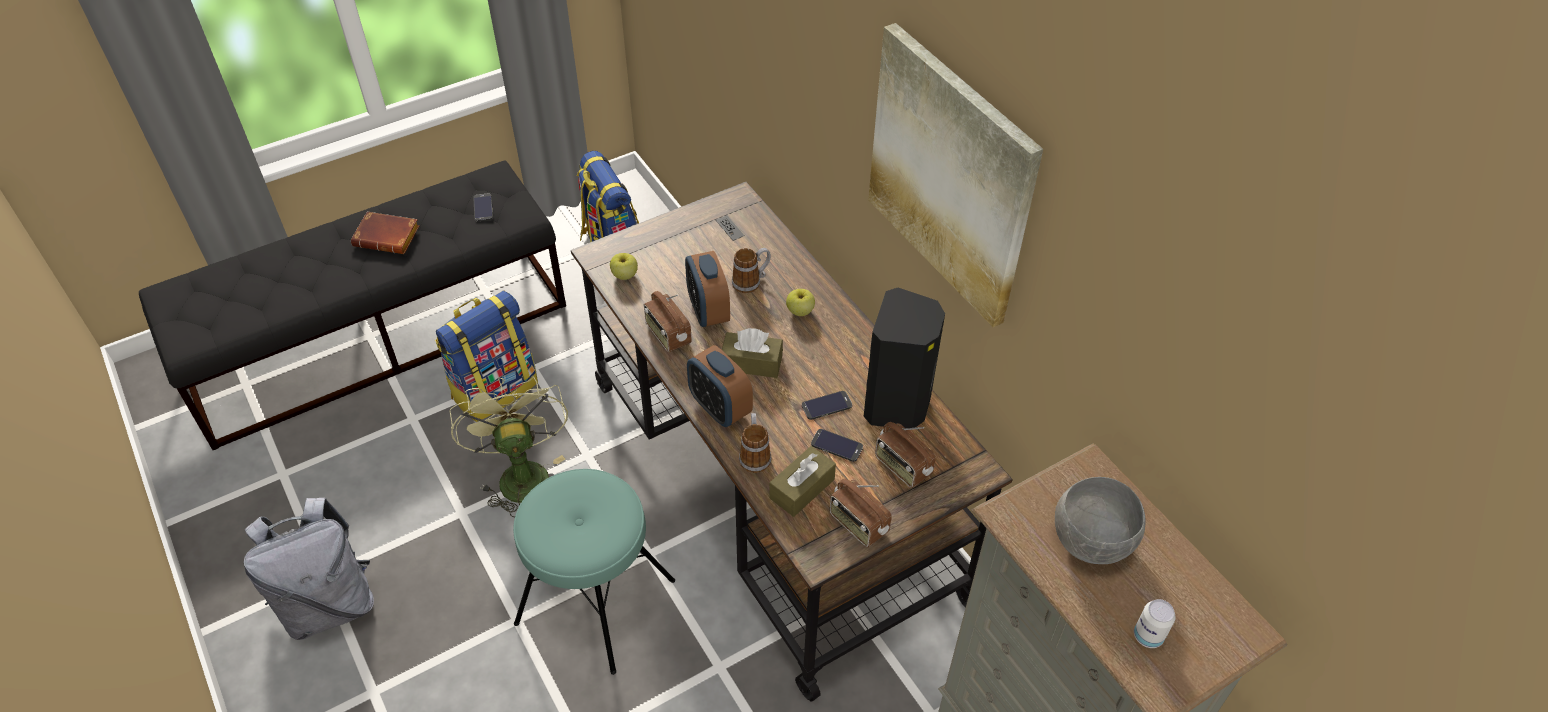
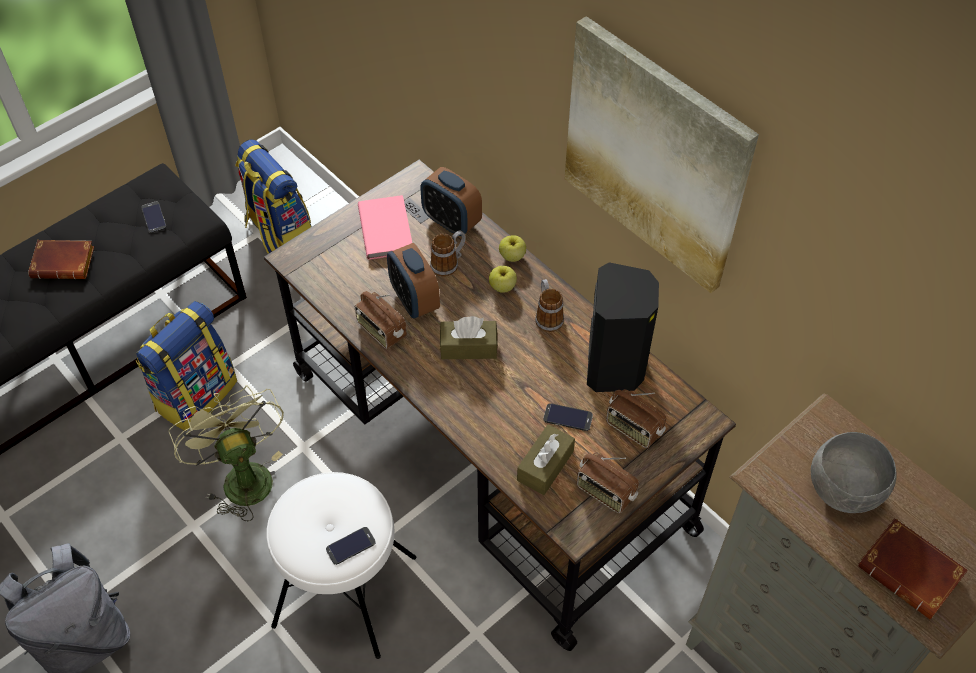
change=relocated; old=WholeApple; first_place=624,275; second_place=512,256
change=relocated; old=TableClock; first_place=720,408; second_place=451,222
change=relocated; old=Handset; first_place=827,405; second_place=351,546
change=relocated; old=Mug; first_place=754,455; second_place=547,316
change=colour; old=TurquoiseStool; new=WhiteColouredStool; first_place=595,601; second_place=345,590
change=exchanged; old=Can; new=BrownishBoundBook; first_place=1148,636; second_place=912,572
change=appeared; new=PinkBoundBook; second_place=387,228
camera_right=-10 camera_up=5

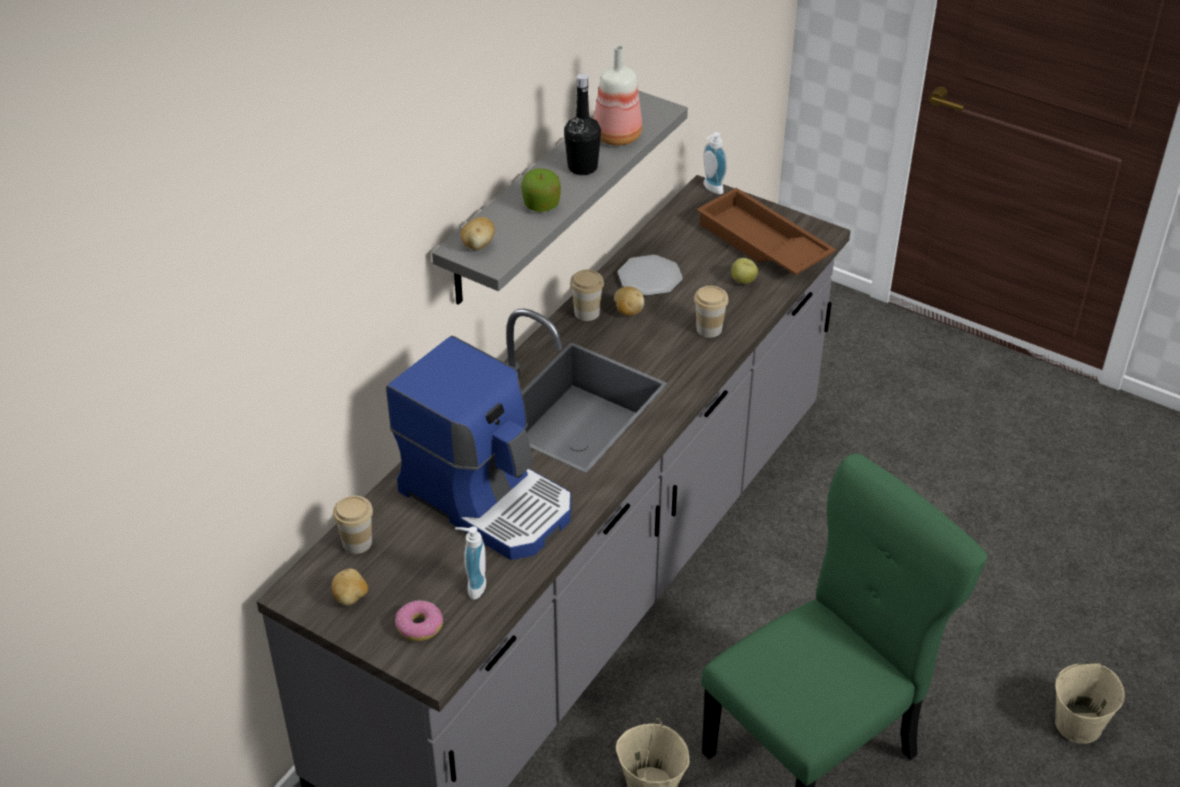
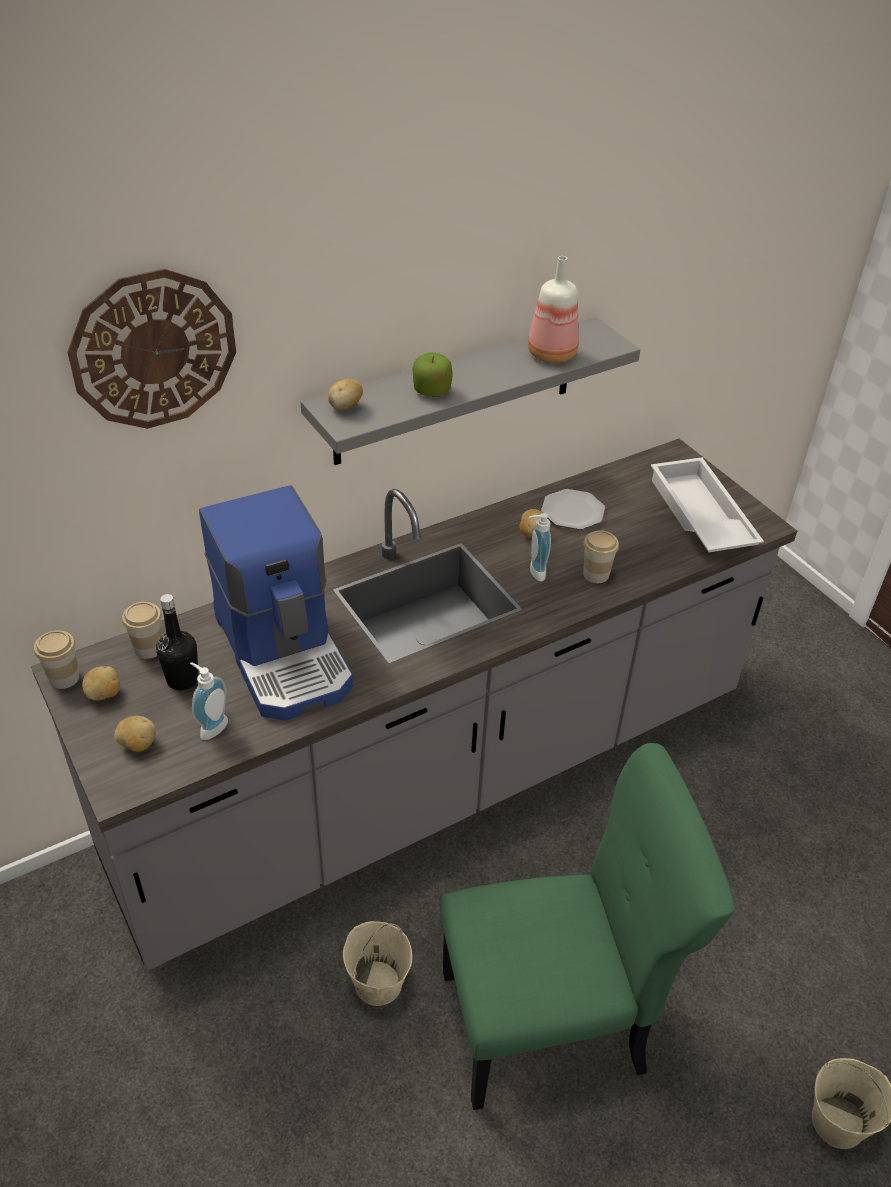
change=relocated; old=BlackishBottle; first_place=582,167; second_place=182,679
change=relocated; old=SoapBottle; first_place=710,189; second_place=534,572
change=colour; old=BrownishTray; new=WhiteColouredTray; first_place=761,244; second_place=698,515
change=missing; old=WholeApple; first_place=743,281
change=relocated; old=SmallCup; first_place=587,312; second_place=64,678
change=exchanged; old=Donut; new=Spud; first_place=419,626; second_place=137,744
change=appeared; new=WallClock; second_place=154,350
camera_right=25 camera_up=0

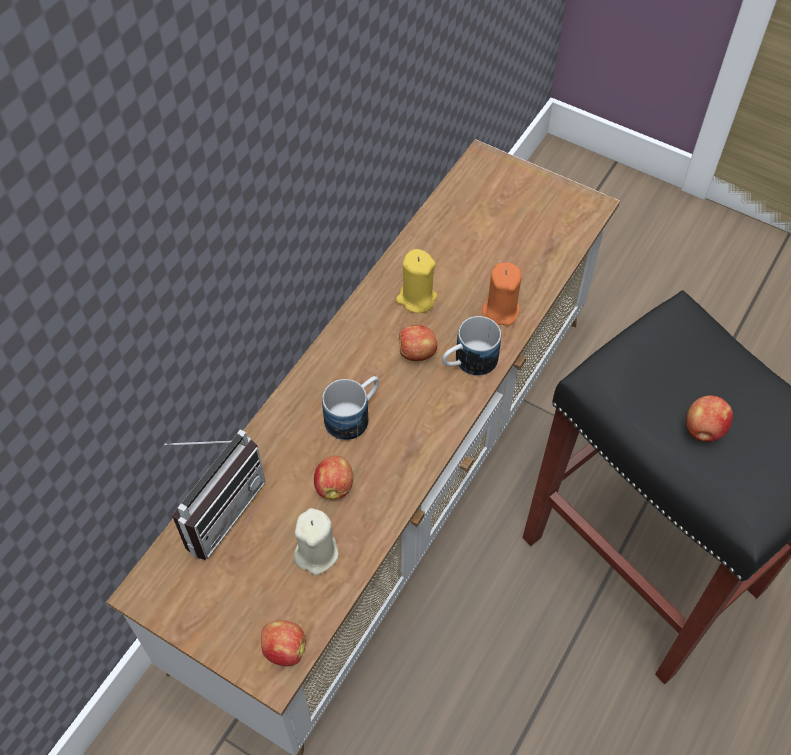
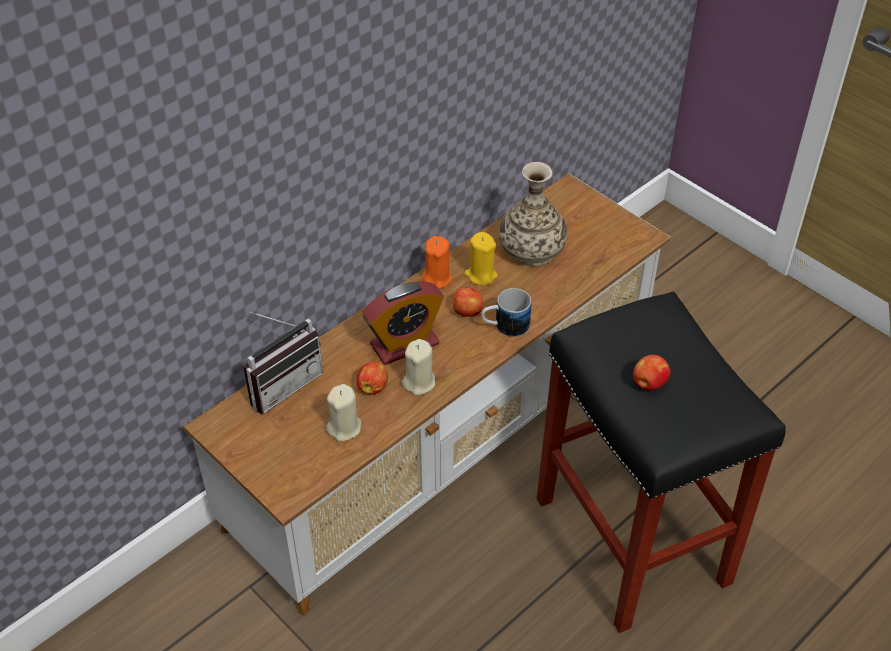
change=relocated; old=OrangeWaxCandle; first_place=500,311; second_place=436,278
change=exchanged; old=Mug; new=TableClock; first_place=354,415; second_place=404,344
change=missing; old=WholeApple; first_place=284,649
change=appeared; new=FlowerVase; second_place=532,250
change=appeared; new=BeigeWaxCandle; second_place=419,382
camera_right=15 camera_up=-10

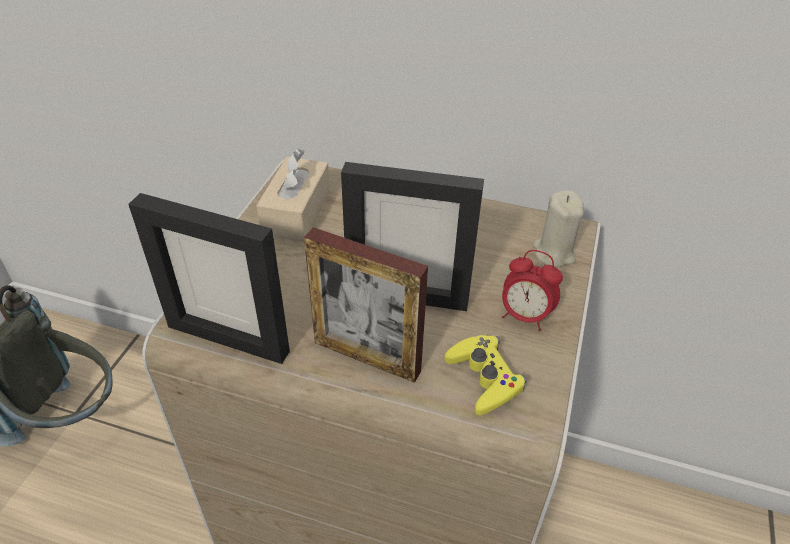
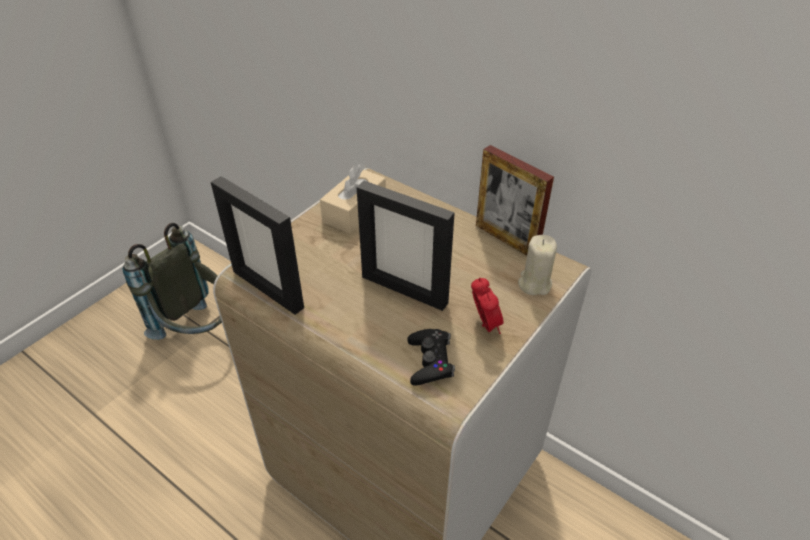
change=relocated; old=StandingFrame; first_place=367,357; second_place=506,239
change=spun; old=TableClock; first_place=524,316; second_place=484,325; degrees=-150
change=colour; old=YellowJoypad; new=BlackishJoypad; first_place=484,378; second_place=430,361
camera_right=20 camera_up=0

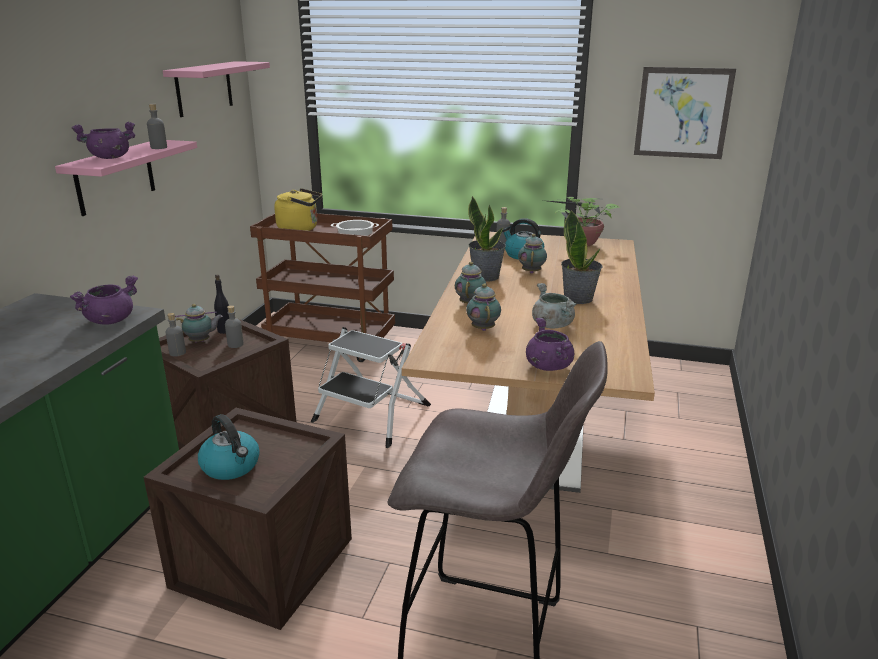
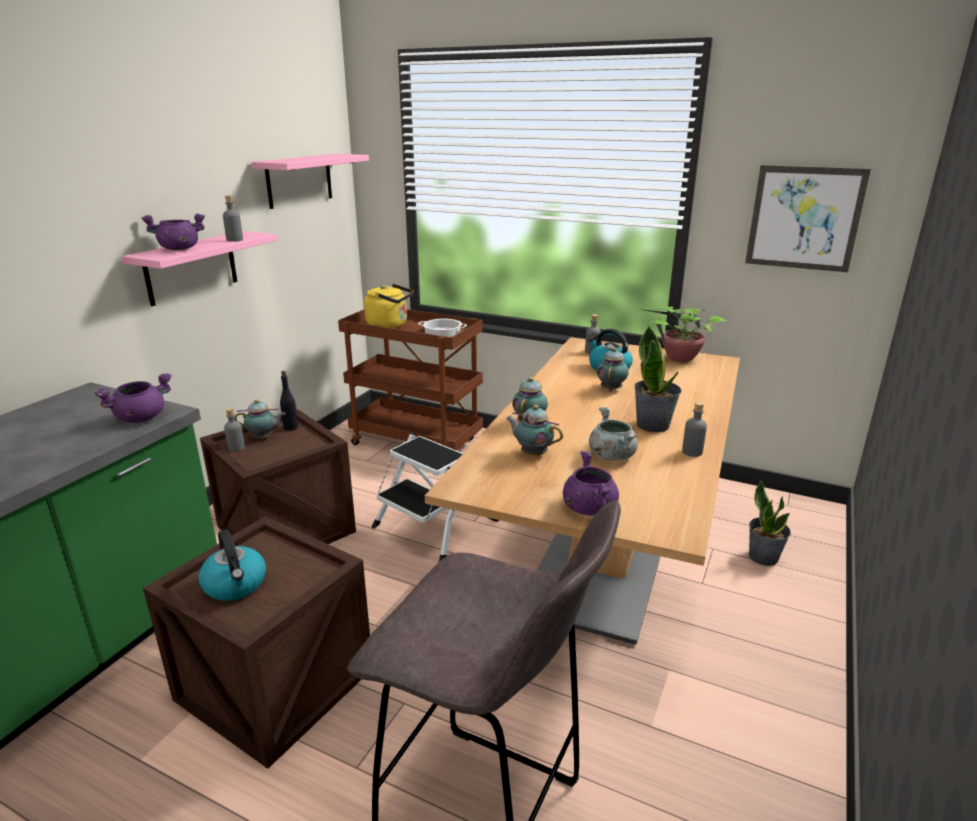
change=relocated; old=Houseplant; first_place=486,276; second_place=763,557
change=spun; old=Teapot; first_place=483,328; second_place=532,453; degrees=-60
change=relocated; old=GrayBottle; first_place=235,344; second_place=692,452
camera_right=10 camera_up=0

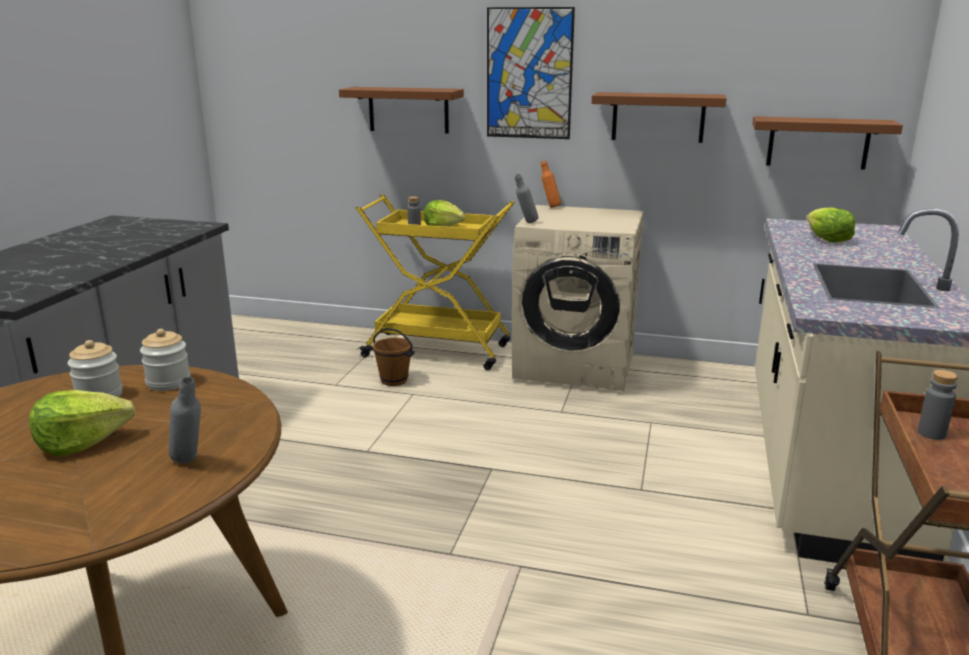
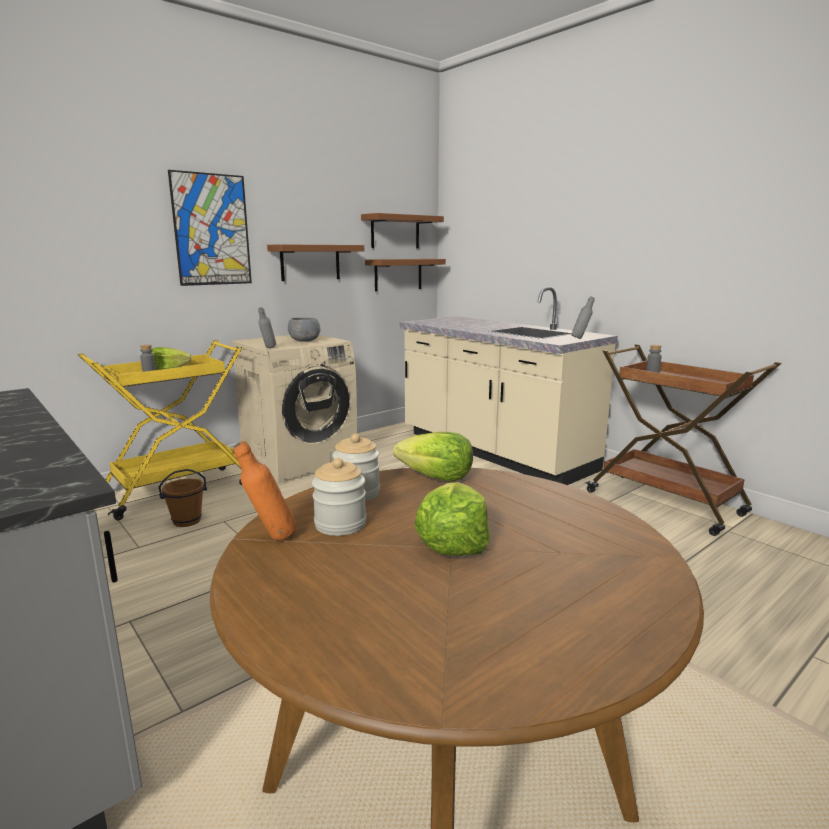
change=relocated; old=BrownishWallShelf; first_place=408,110; second_place=395,232
change=relocated; old=OrangeBottle; first_place=550,207; second_place=270,539
change=relocated; old=Lettuce; first_place=827,239; second_place=436,477
change=relocated; old=GrayBottle; first_place=190,463; second_place=581,338
change=appeared; new=GrayDeepDish; second_place=305,341
camera_right=-55 camera_up=-5

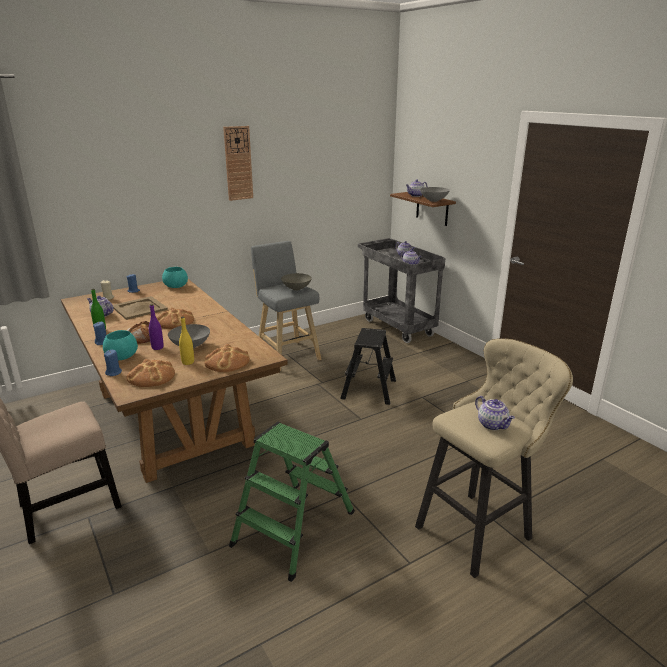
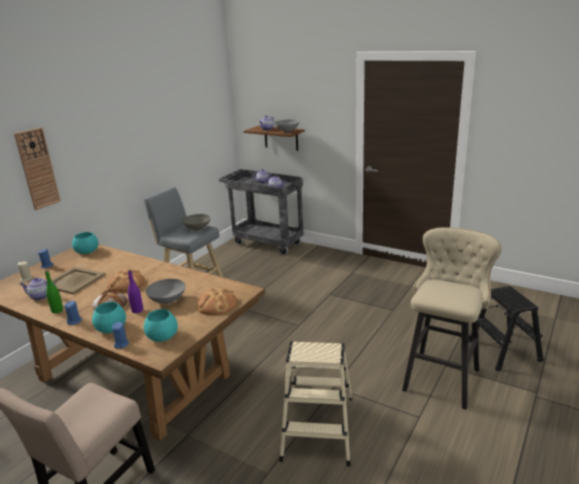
change=relocated; old=WallClock; first_place=238,163; second_place=37,168
change=missing; old=YellowBottle; first_place=188,362
change=relocated; old=BlackishStepladder; first_place=369,389; second_place=504,350
change=exchanged; old=BakedBread; new=TurquoiseDeepDish; first_place=151,376; second_place=162,336
change=missing; old=Teapot; first_place=493,425
change=colour; old=GreenStepladder; new=BeigeStepladder; first_place=294,528; second_place=318,426
camera_right=-25 camera_up=0

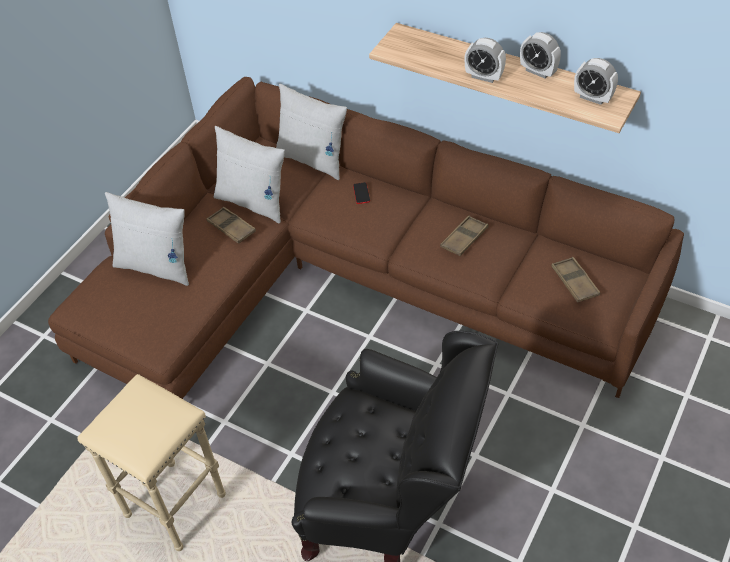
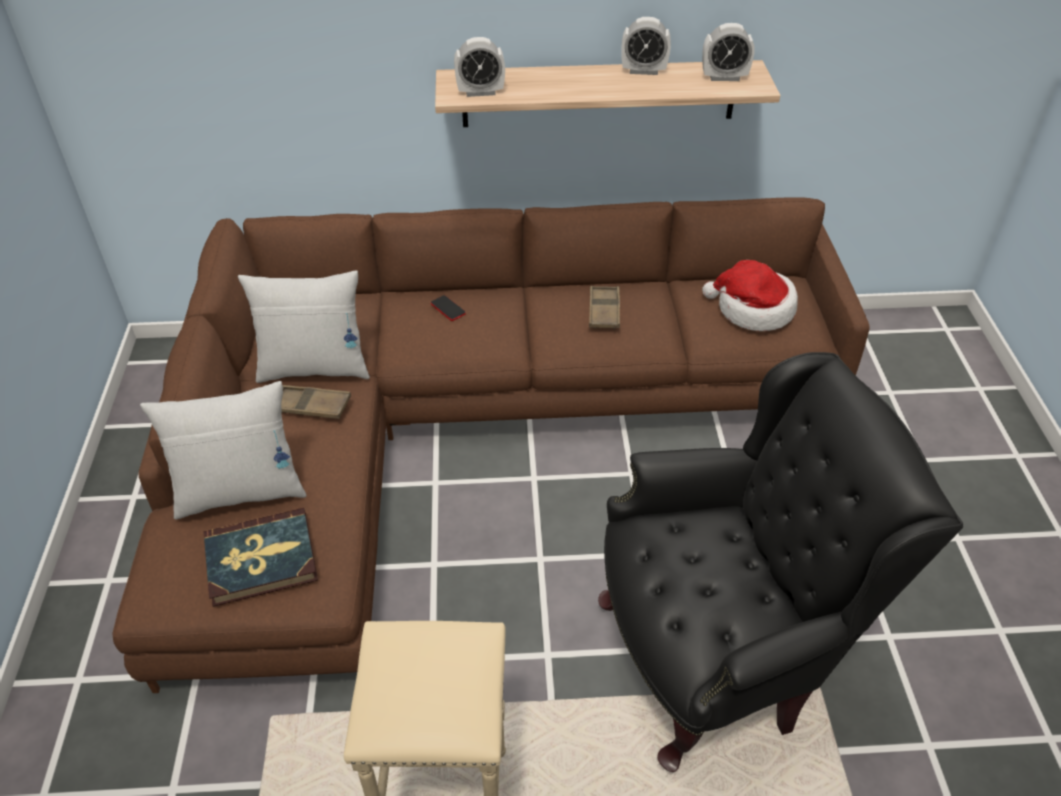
change=relocated; old=TableClock; first_place=484,76; second_place=480,92
change=missing; old=GrayThrowPillow; first_place=312,160
change=exchanged; old=BrownishTray; new=Hat; first_place=574,282; second_place=752,309
change=appeared; new=BoundBook; second_place=261,560
camera_right=-35 camera_up=-5

